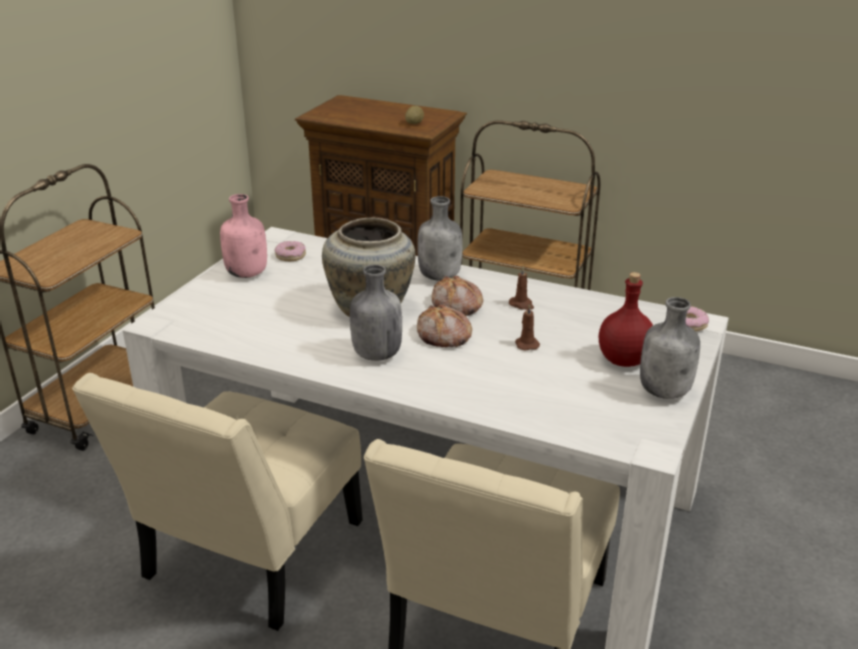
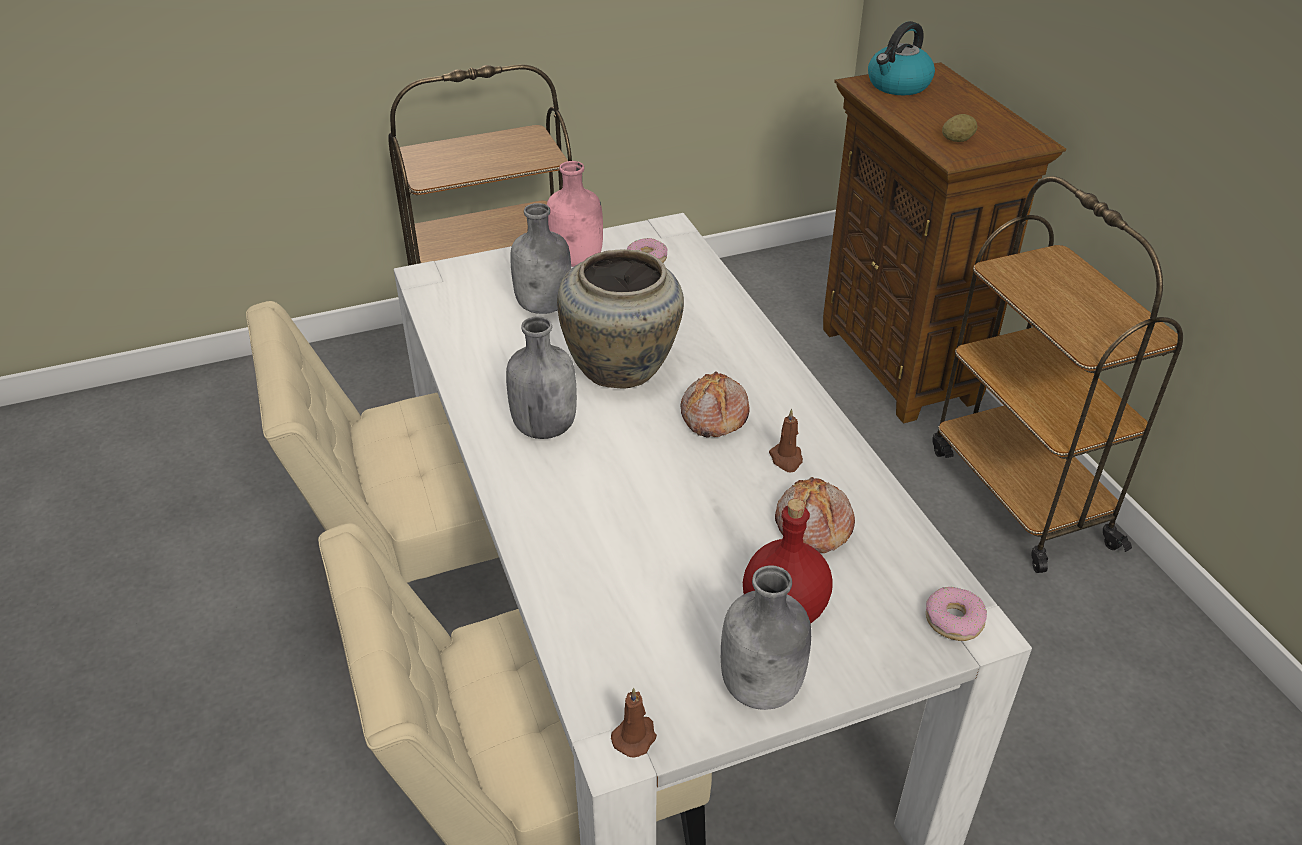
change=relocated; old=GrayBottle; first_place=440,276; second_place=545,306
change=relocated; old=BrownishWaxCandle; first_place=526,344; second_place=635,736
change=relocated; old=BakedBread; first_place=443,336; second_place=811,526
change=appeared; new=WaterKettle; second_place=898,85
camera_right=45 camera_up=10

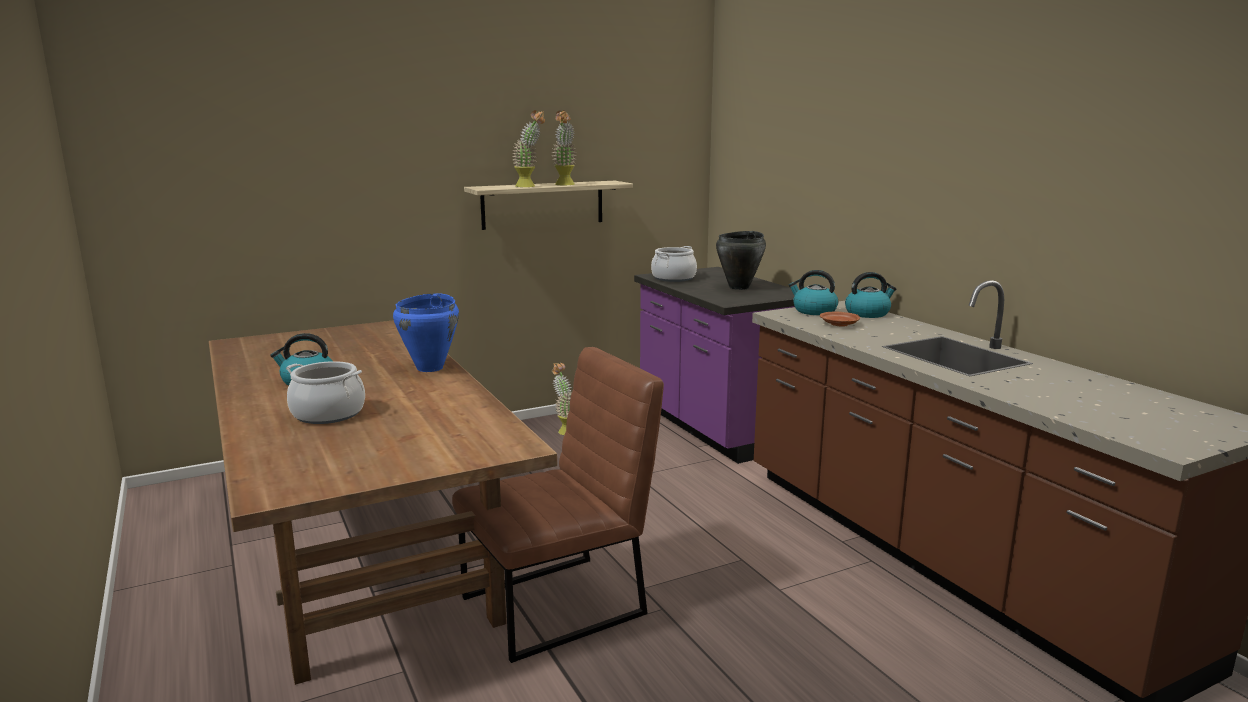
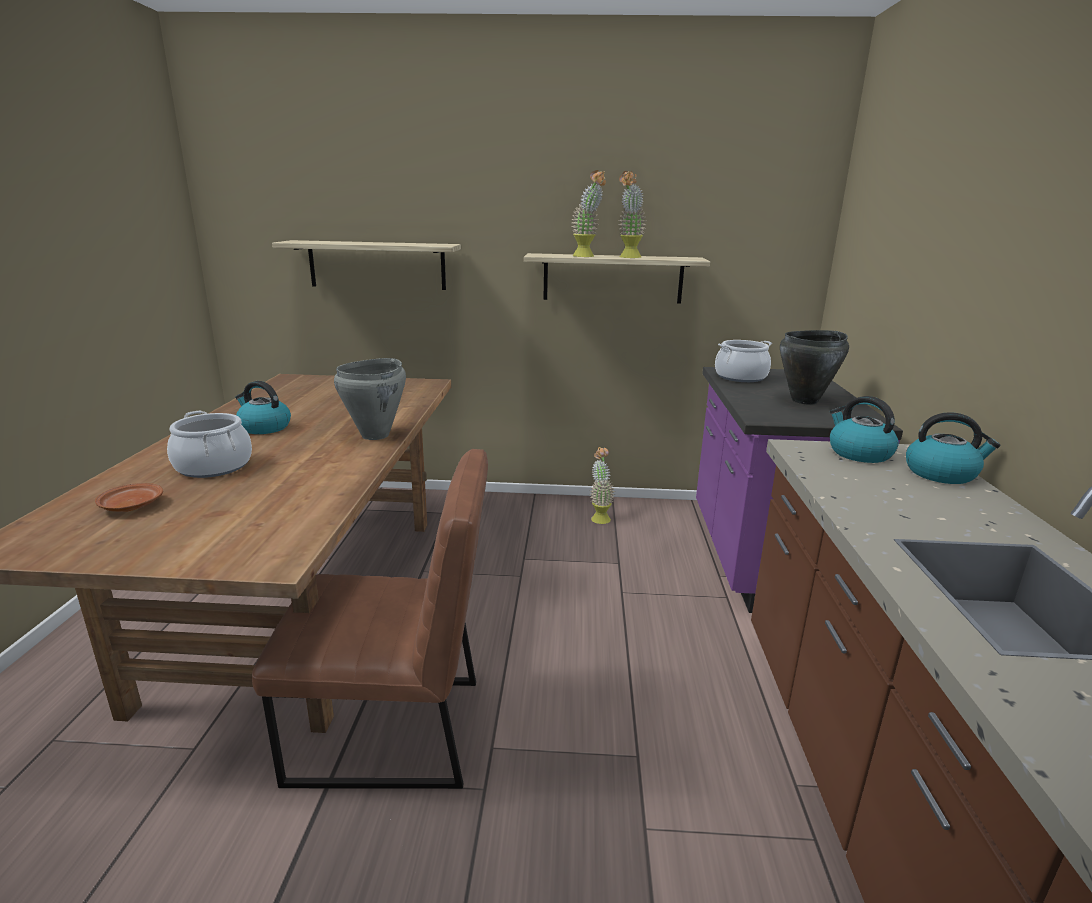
change=colour; old=BlueColouredSaucepot; new=GraySaucepot; first_place=430,368; second_place=376,435
change=relocated; old=BrownishPlate; first_place=838,324; second_place=131,506
change=appeared; new=WallShelf; second_place=377,265
camera_right=30 camera_up=5

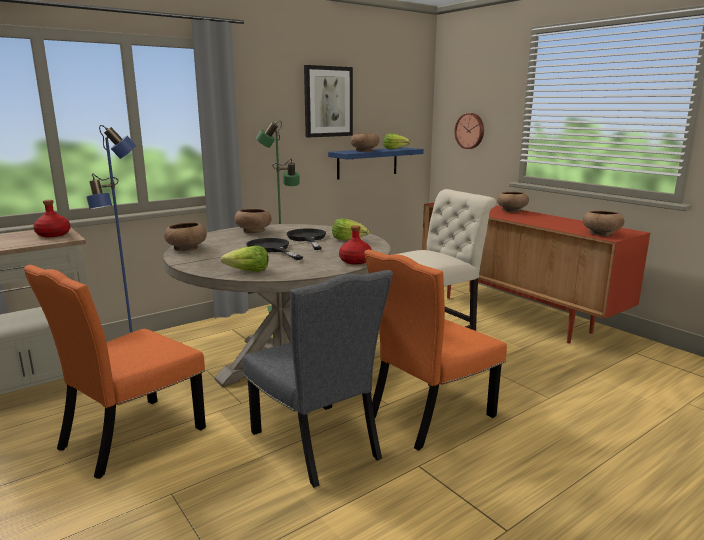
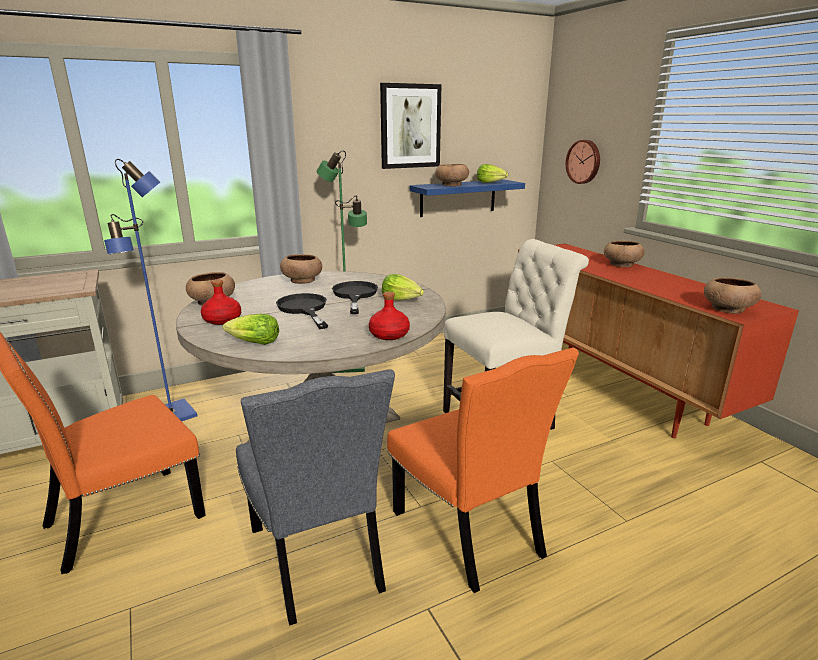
change=relocated; old=RedBottle; first_place=54,234; second_place=223,320
change=spun; old=OrangePlainChair; first_place=430,414; second_place=468,529; degrees=-90
camera_right=10 camera_up=5

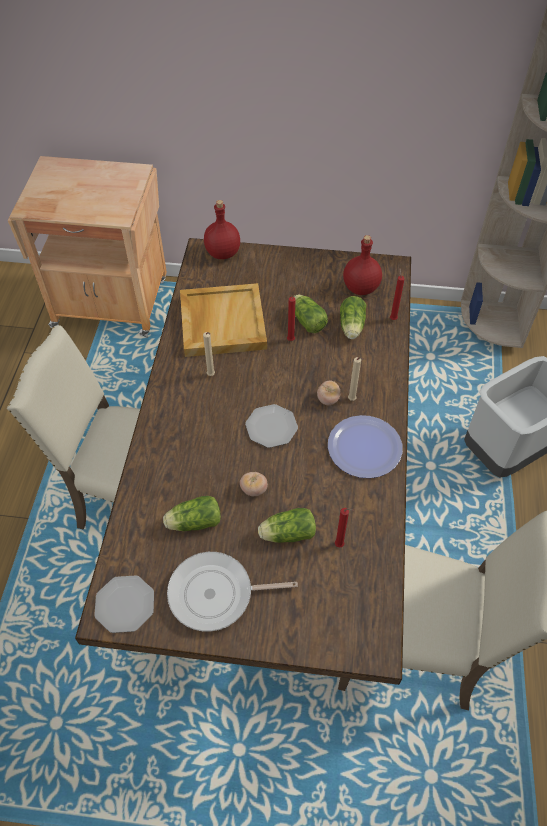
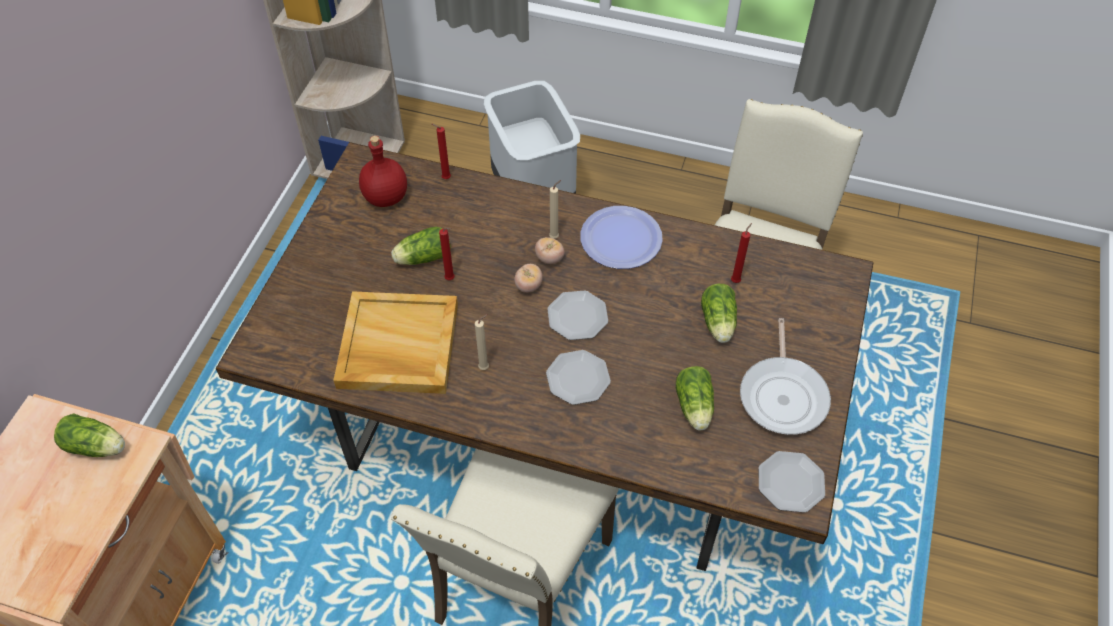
change=missing; old=RedBottle; first_place=223,253
change=relocated; old=Lettuce; first_place=351,327; second_place=97,447
change=relocated; old=Tomato; first_place=254,489; second_place=528,286
change=appeared; new=Plate; second_place=578,378
camera_right=-80 camera_up=0

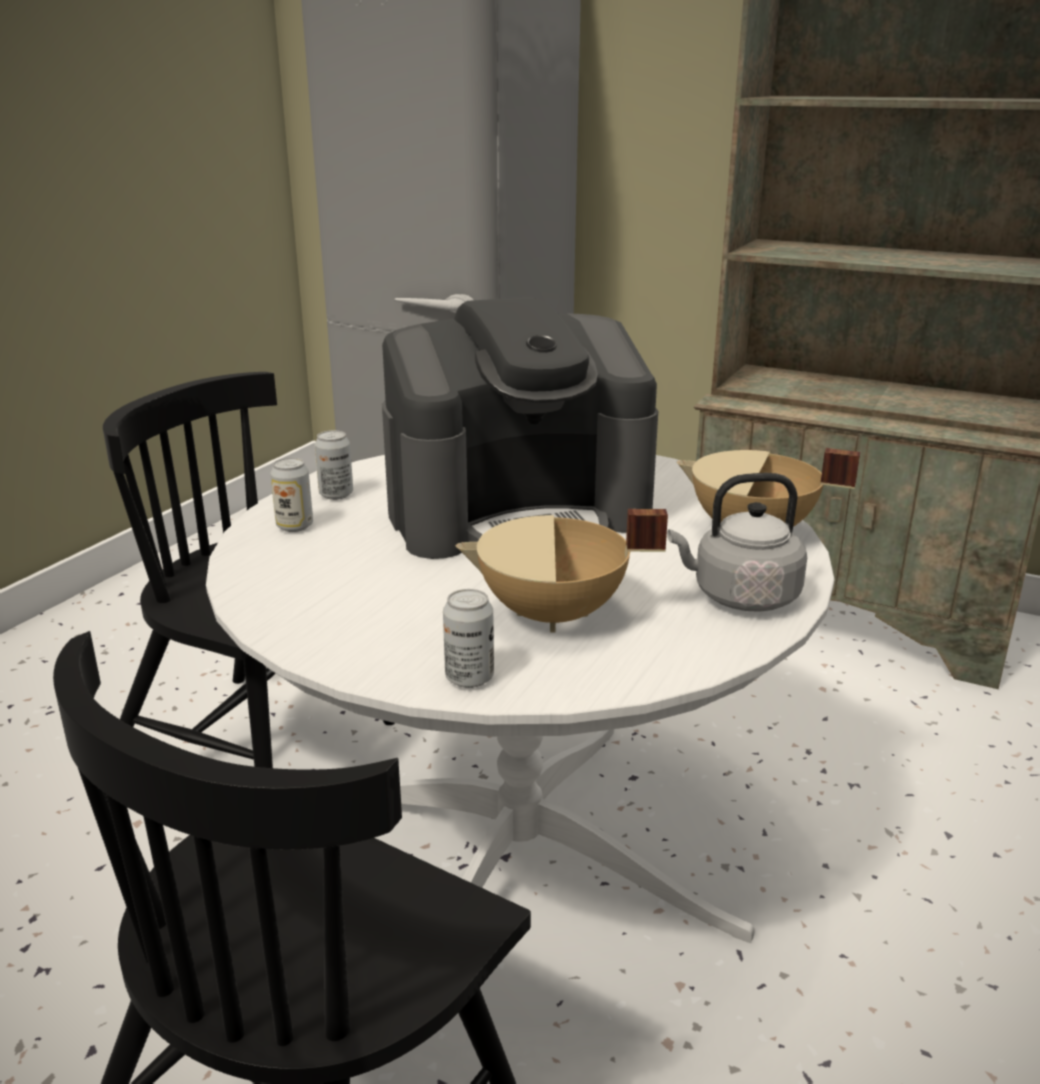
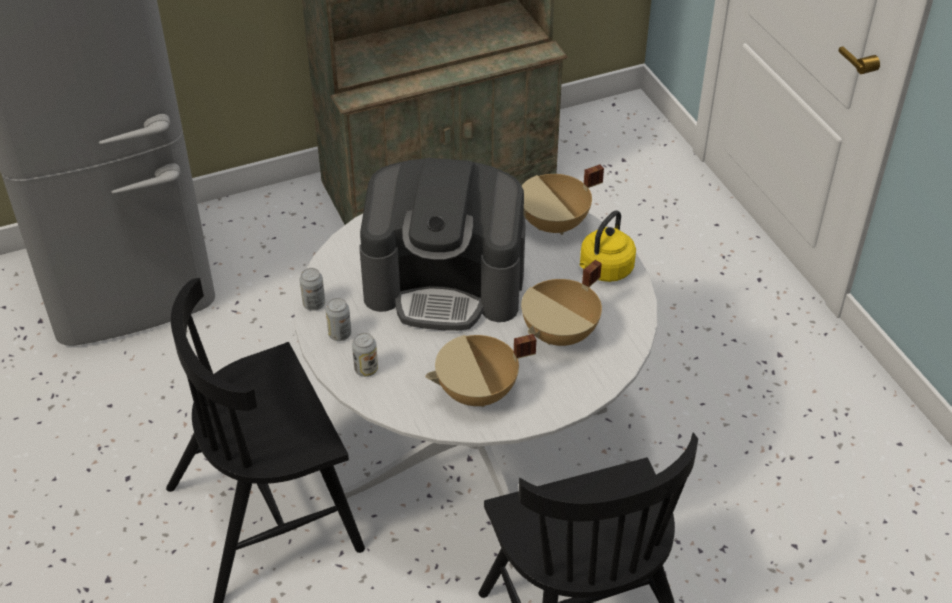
change=spun; old=CoffeeBrewer; first_place=518,514; second_place=445,283; degrees=75
change=colour; old=GrayWaterKettle; new=YellowWaterKettle; first_place=740,597; second_place=604,270
change=relocated; old=Can; first_place=469,678; second_place=314,304
change=appeared; new=BeigeSaucepot; second_place=478,393
camera_right=-50 camera_up=20

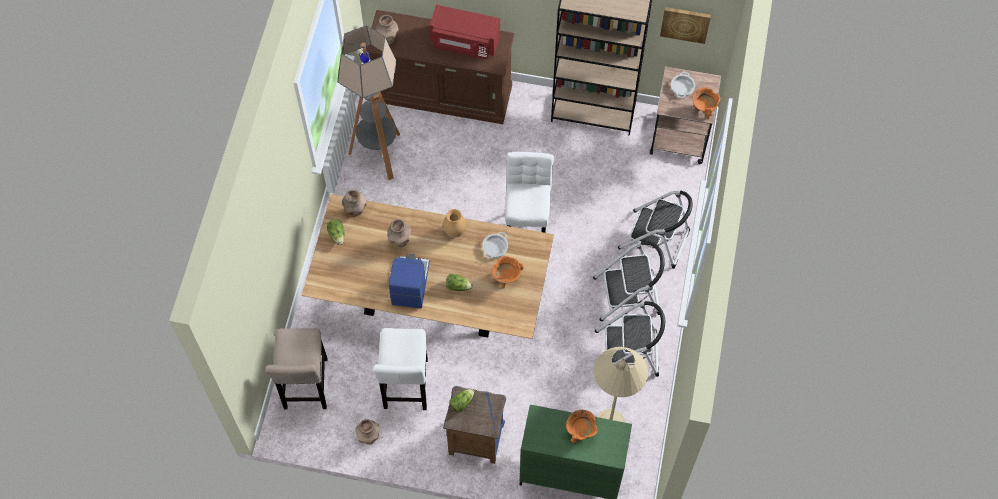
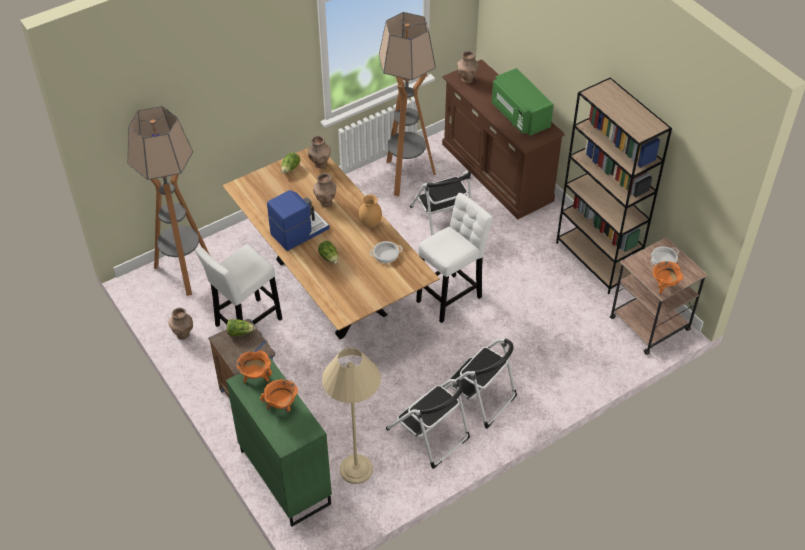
change=colour; old=RedKitchenMicrowave; new=GreenKitchenMicrowave; first_place=464,43; second_place=519,115
change=missing; old=WallPicture; first_place=685,23
change=relocated; old=Stepladder; first_place=656,240; second_place=442,220
change=relocated; old=OrangeSaucepot; first_place=506,278; second_place=256,377
change=exchanged; old=BeigeStool; new=StandardLamp; first_place=306,387; second_place=184,272
camera_right=45 camera_up=-15

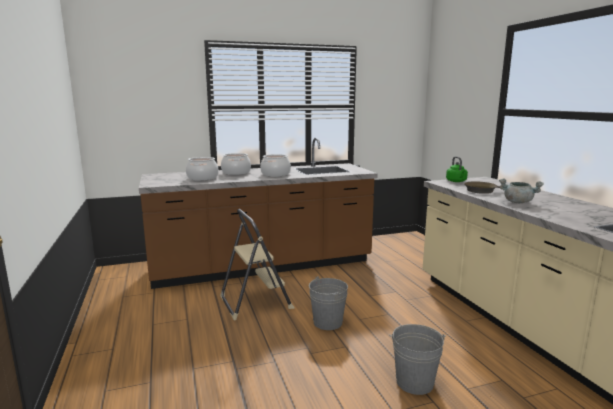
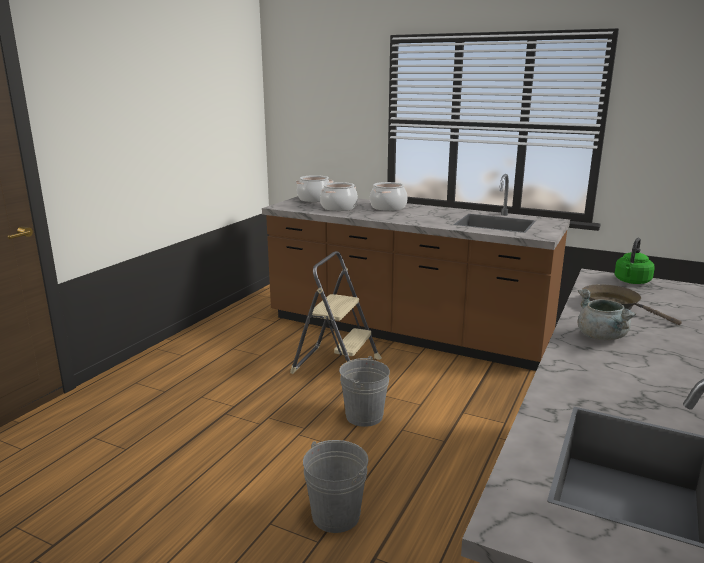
change=relocated; old=Saucepot; first_place=275,174; second_place=314,199
camera_right=45 camera_up=5

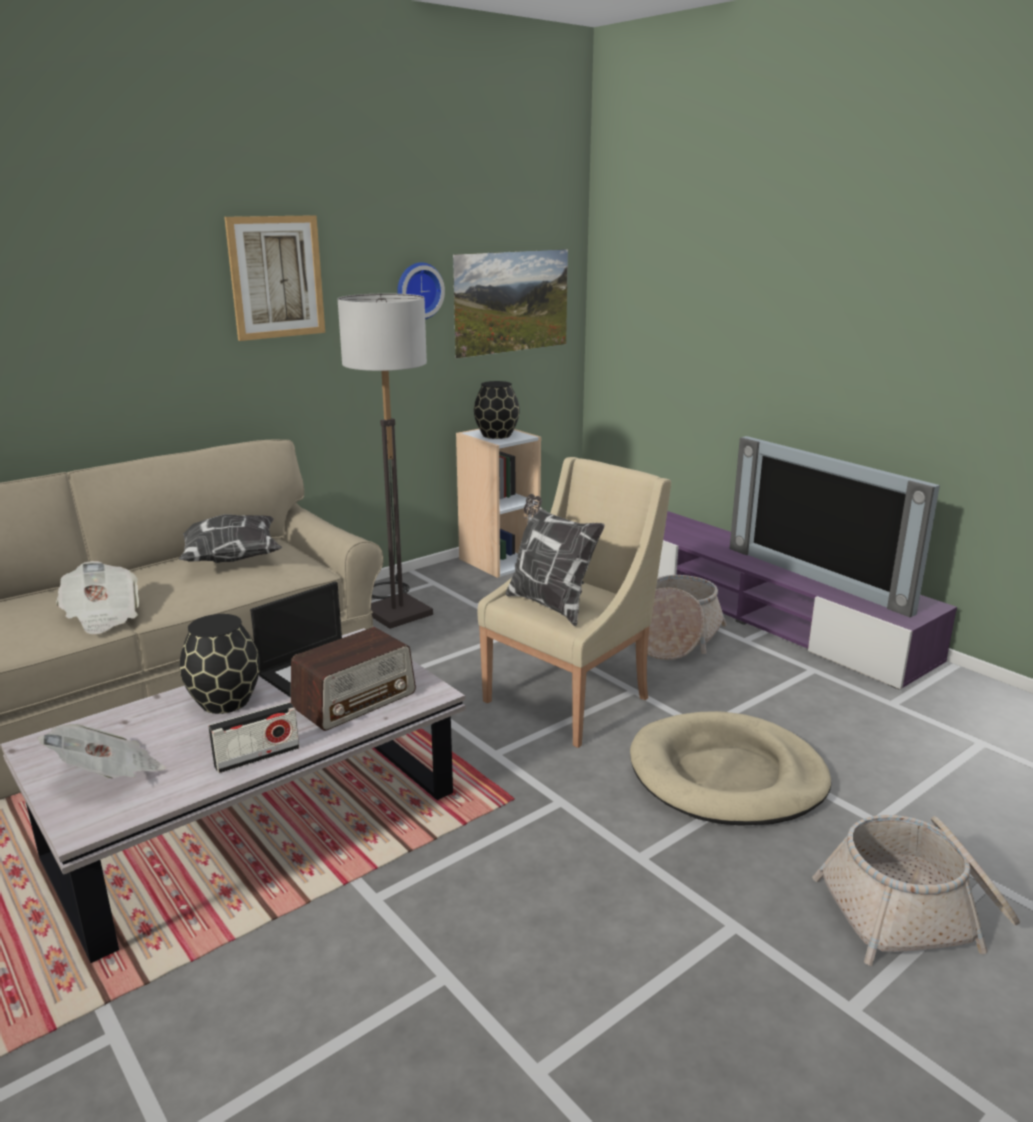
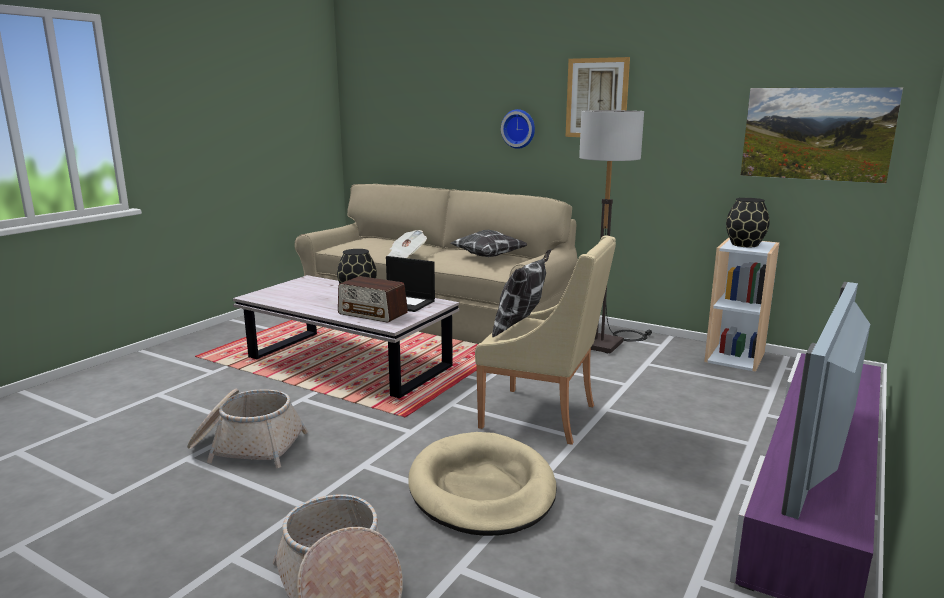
change=relocated; old=WallClock; first_place=418,291; second_place=519,128
change=relocated; old=HouseholdBasket; first_place=675,637; second_place=246,446
change=missing; old=RadioReceiver; first_place=257,757
change=missing; old=PrintedPaper; first_place=109,775
camera_right=70 camera_up=-5

